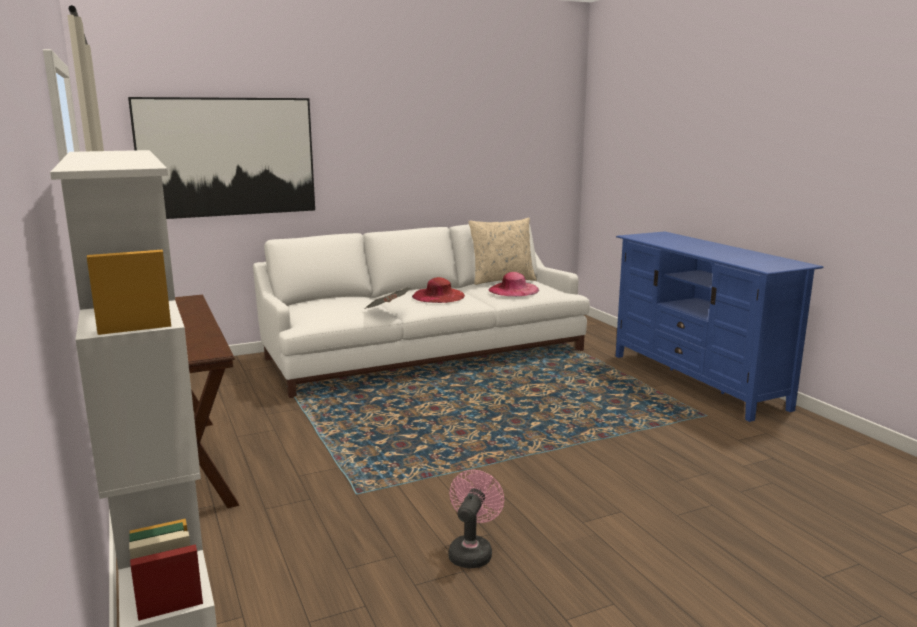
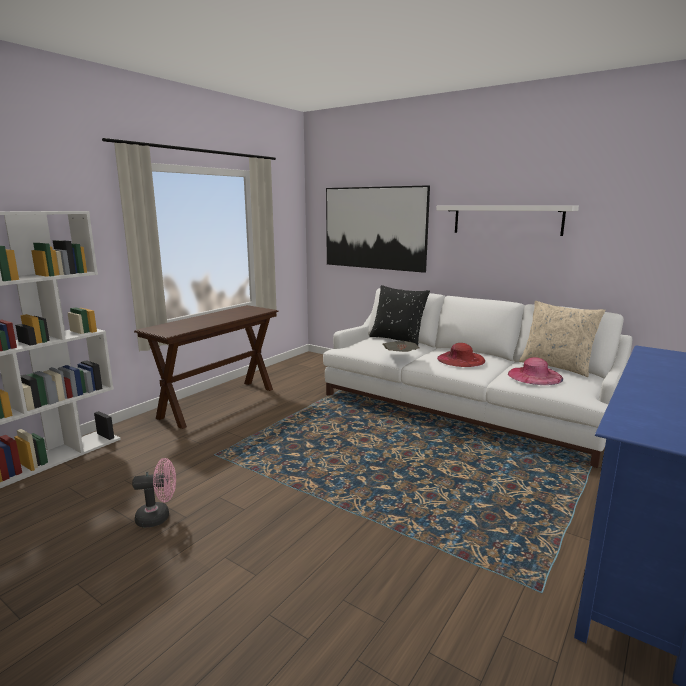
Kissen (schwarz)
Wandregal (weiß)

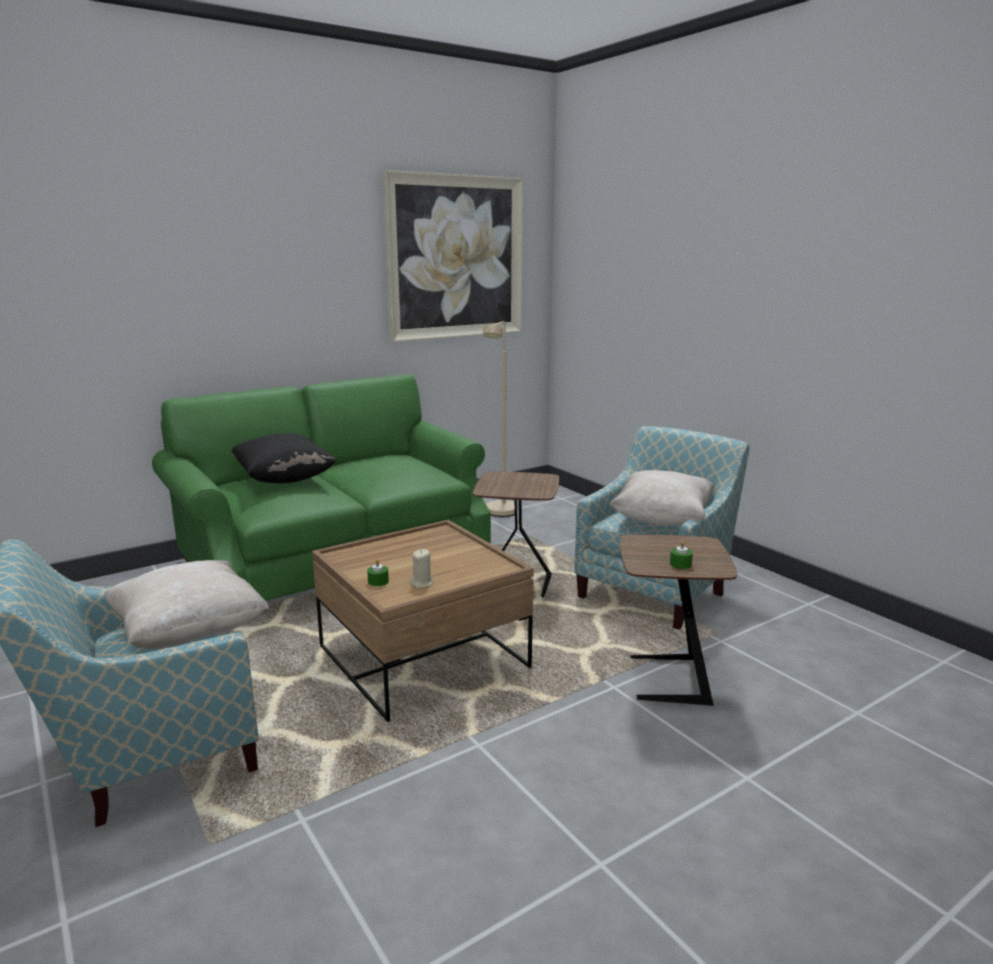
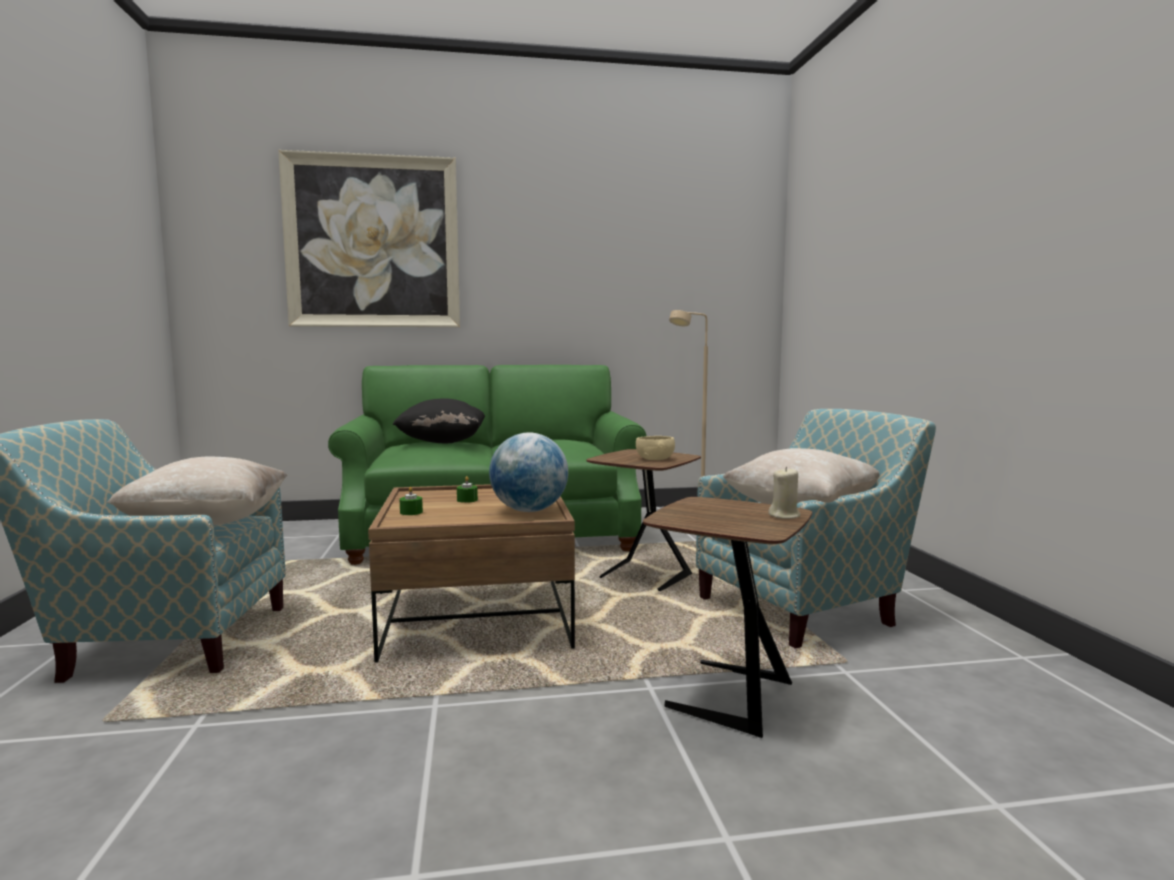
Bild
Kerze (grün) (no. 2 from left)
Globus
Schüssel (beige)
Kerze (beige)

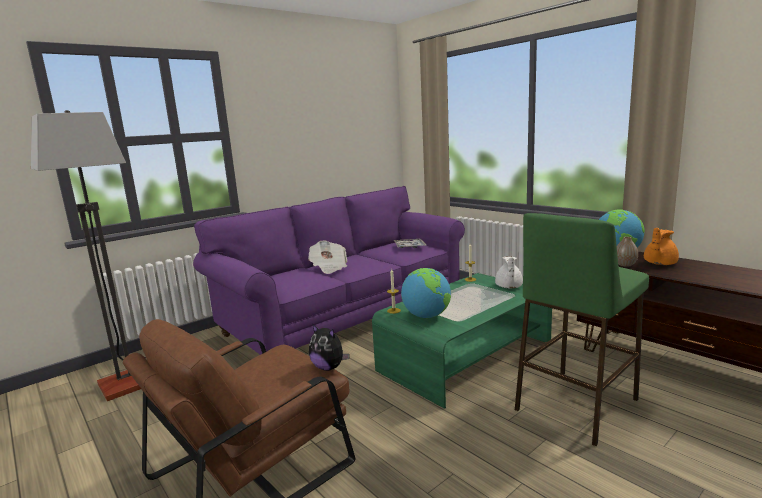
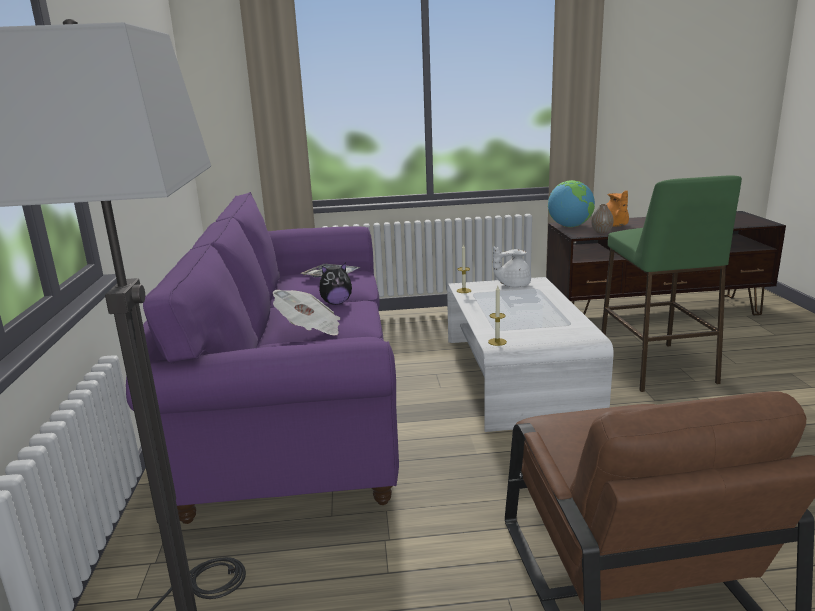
Plüschtier
Couchtisch (weiß)
Teekanne (weiß)
Globus (no. 1 from left in the first image)

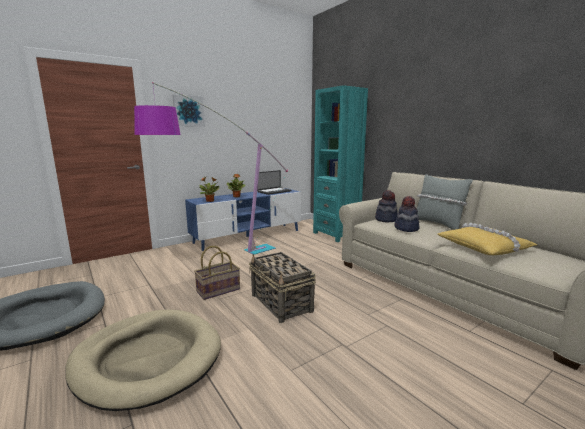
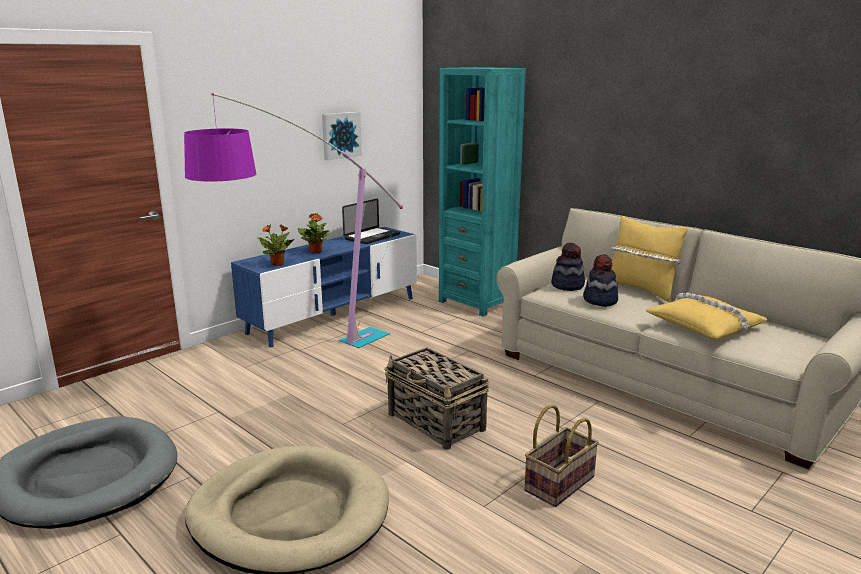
Bild
Korb (no. 2 from left)
Kissen (gelb) (no. 1 from left)

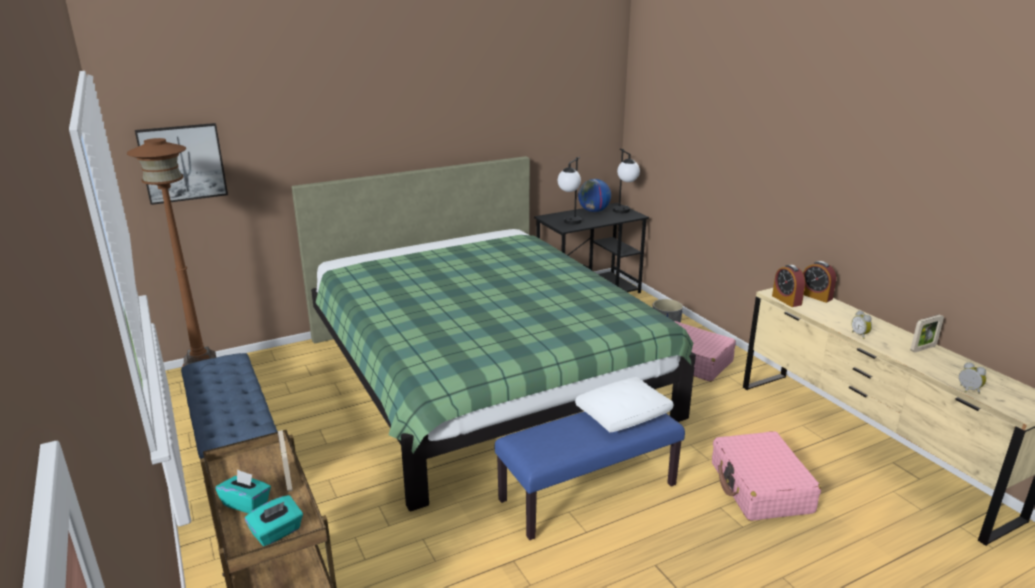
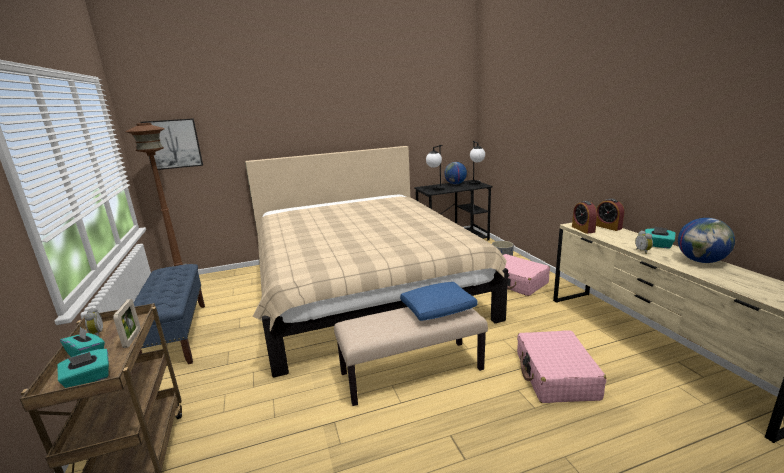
Wecker (no. 1 from left)
Bett (beige)
Bank (beige)
Kissen (blau)
Taschentuchbox (türkis) (no. 3 from left)
Globus (no. 2 from left)

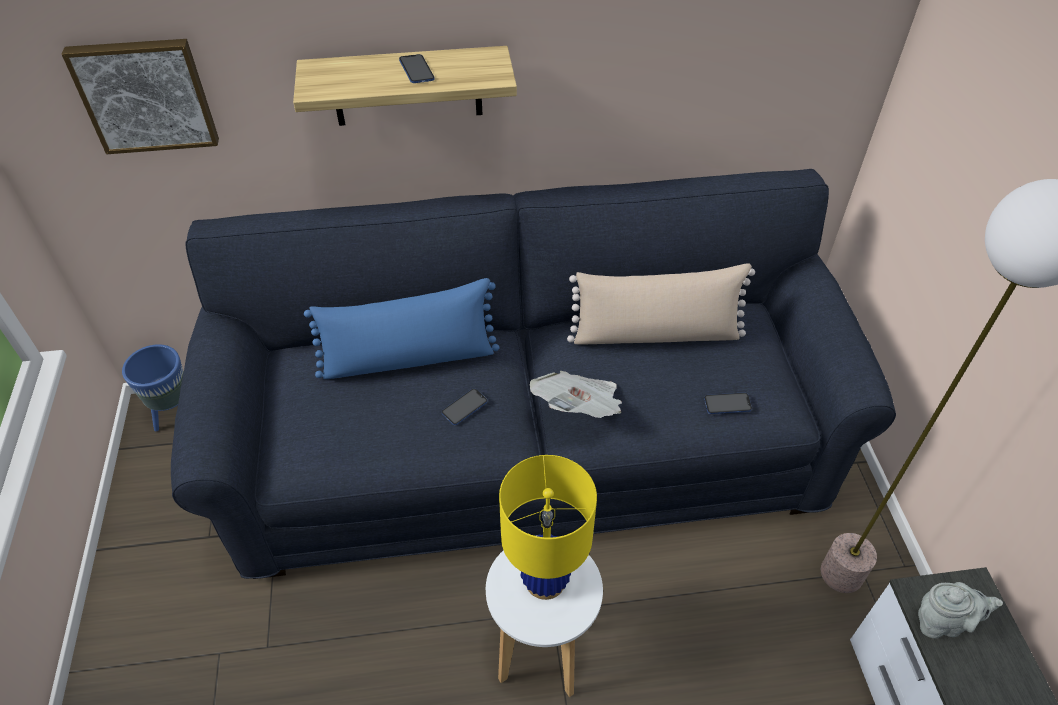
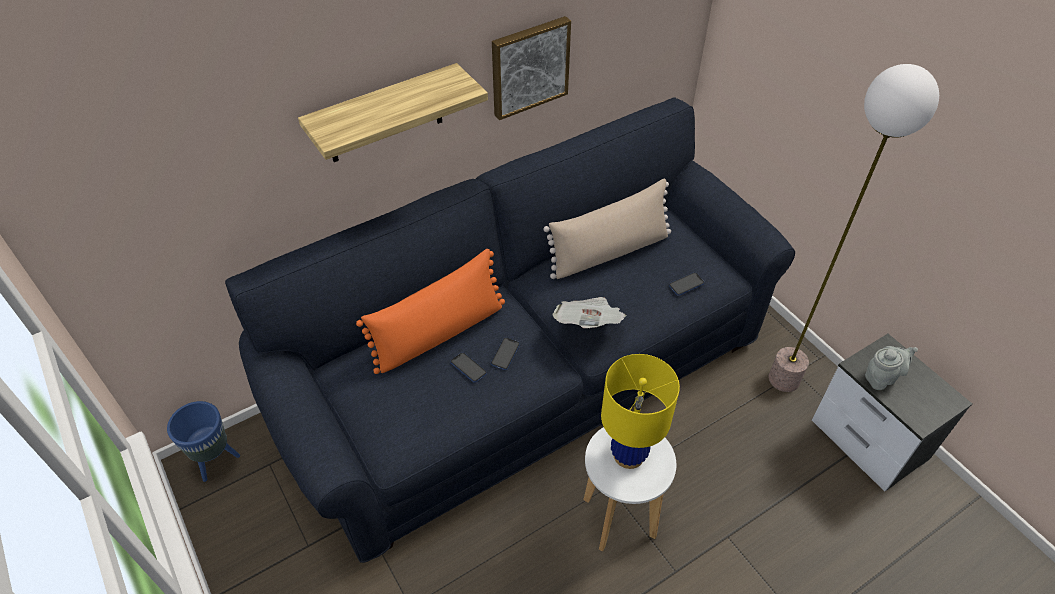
Kissen (orange)
Handy (no. 1 from left)
Bild

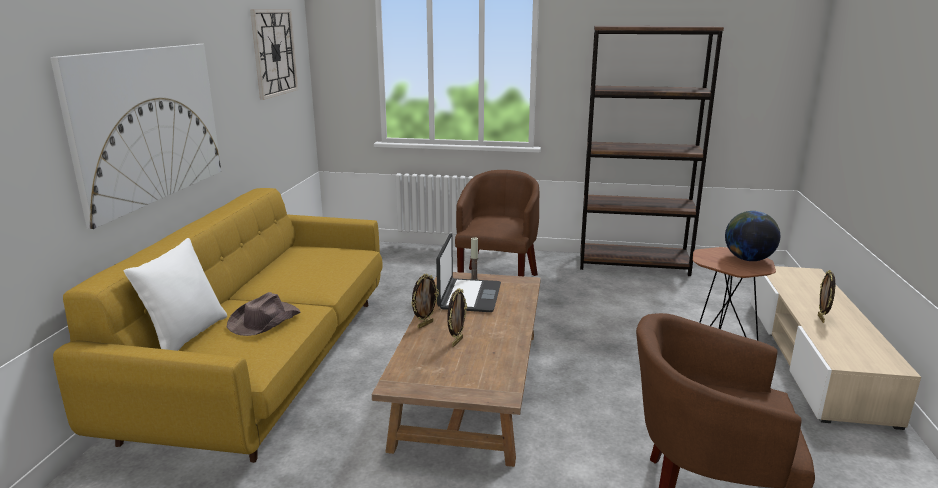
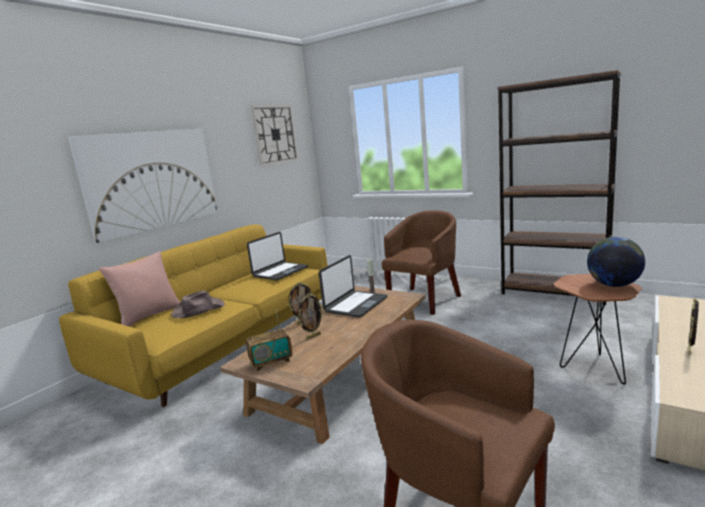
Kissen (rosa)
Radio
Laptop (no. 1 from left)

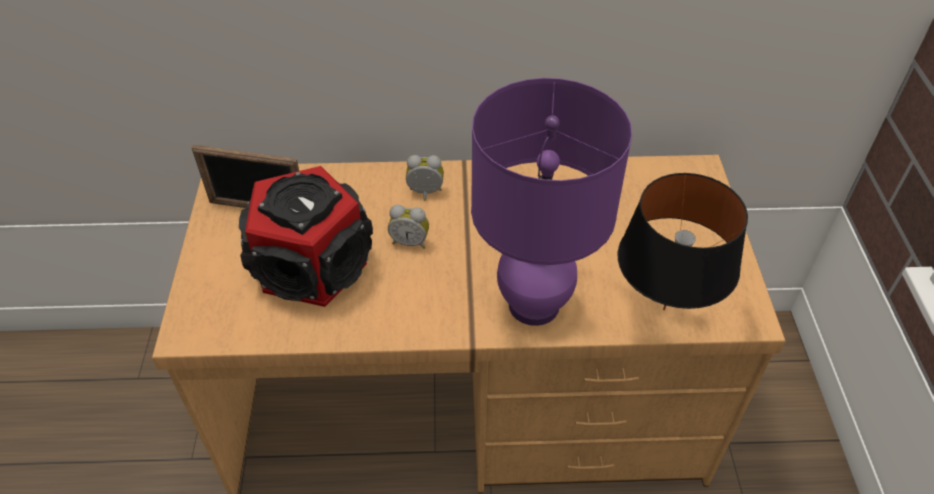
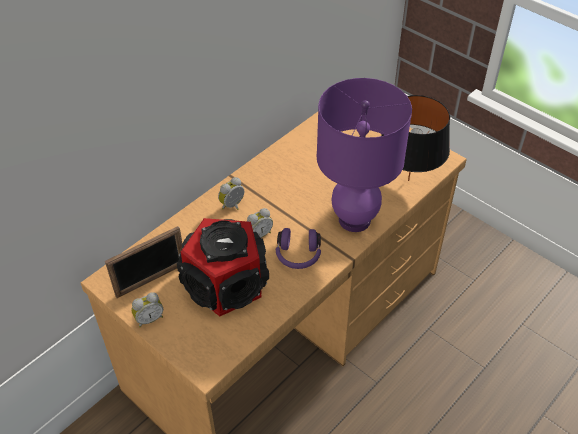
Wecker (no. 1 from left)
Kopfhörer (lila)

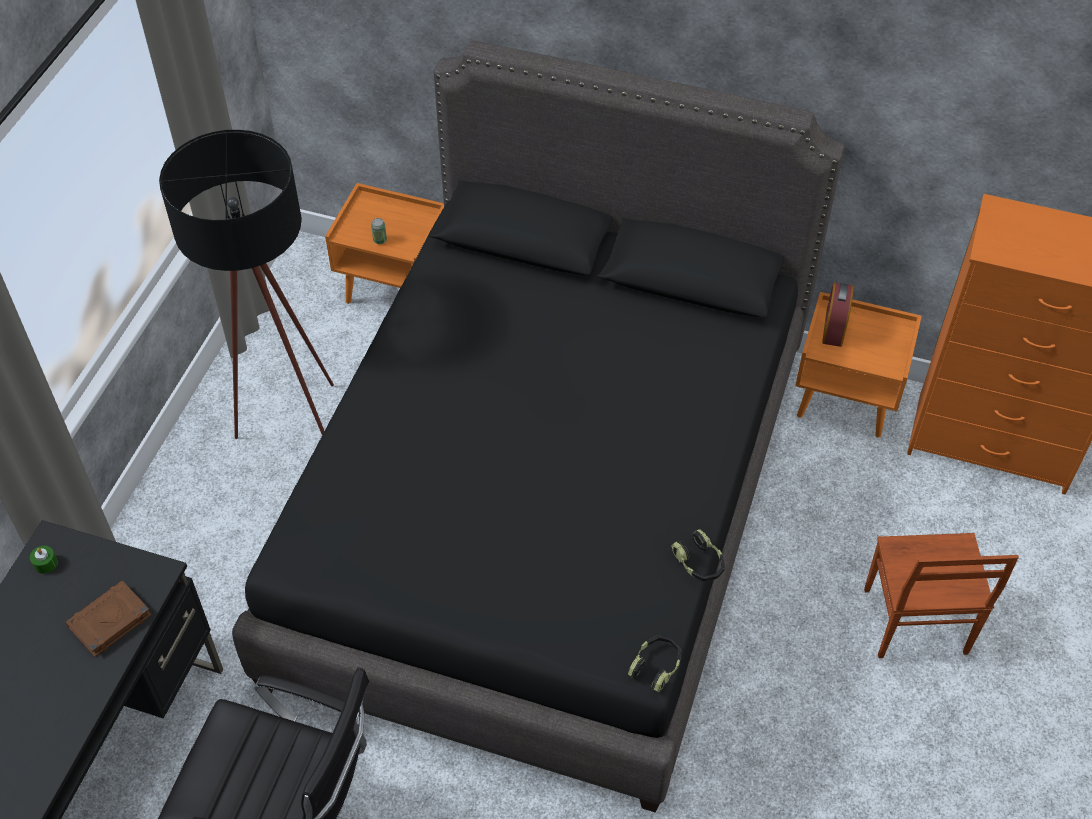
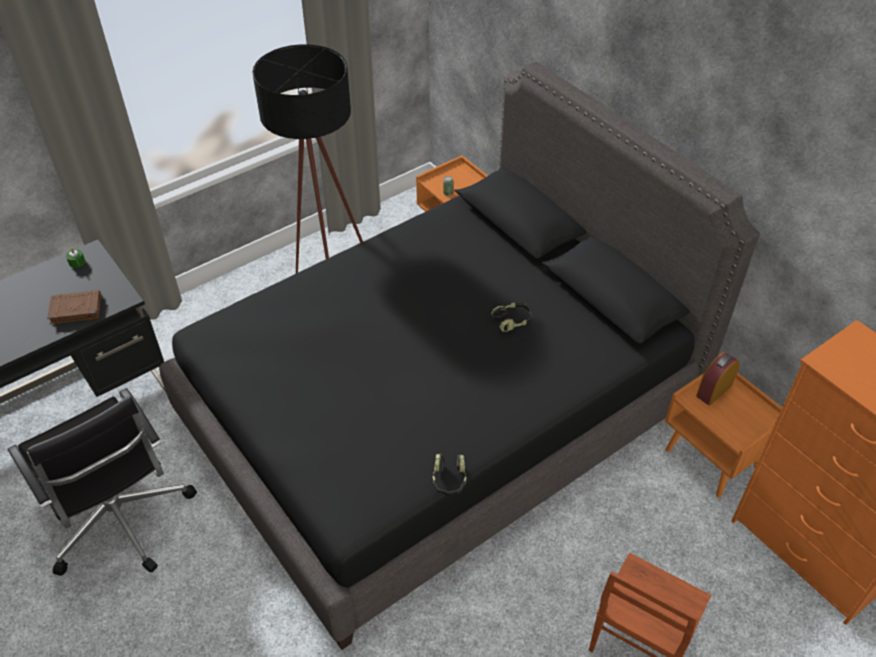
Kopfhörer (no. 2 from left)

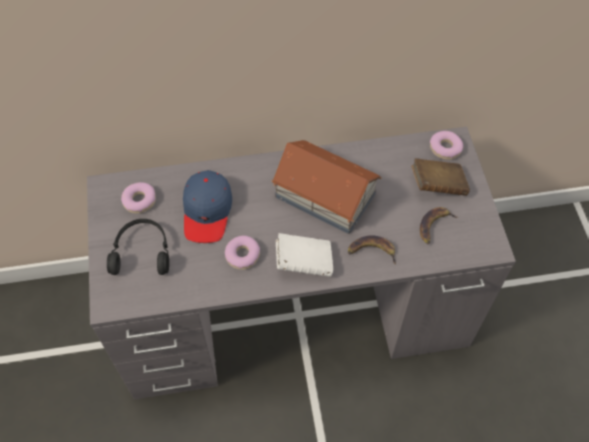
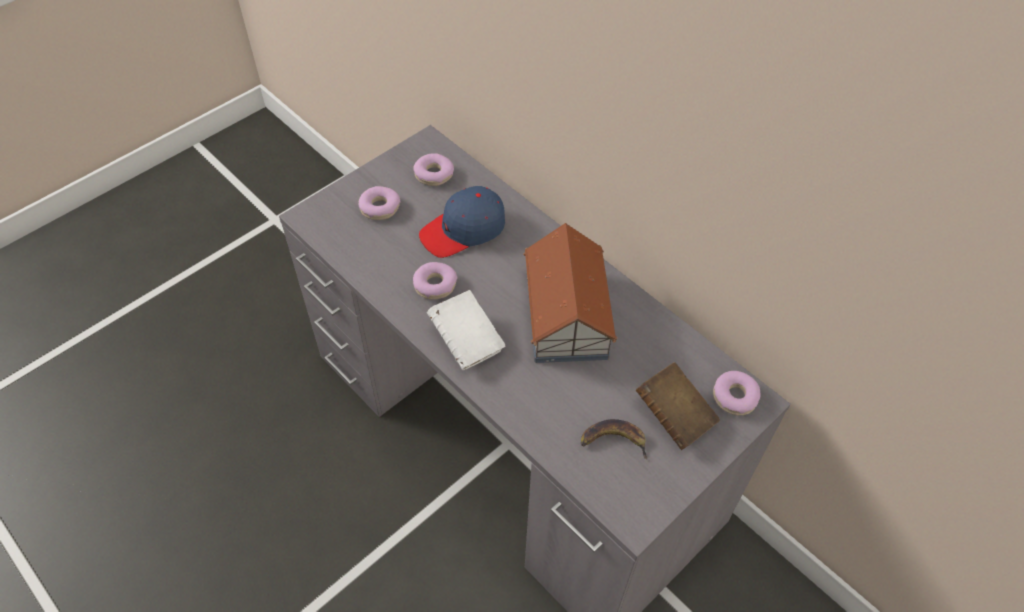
Donut (no. 1 from left)
Banane (no. 1 from left in the first image)

